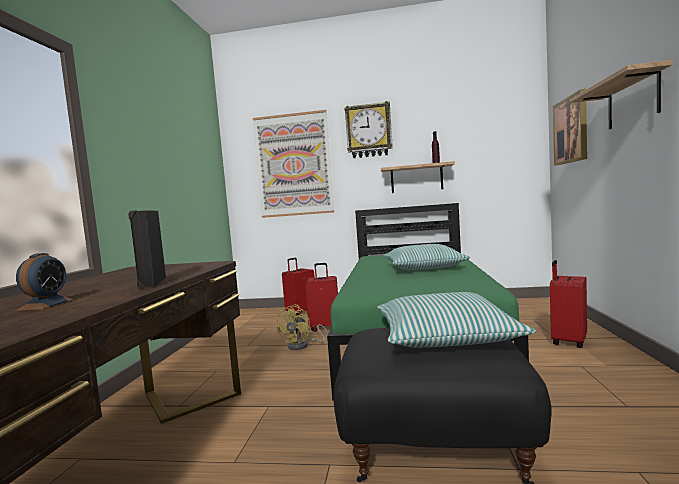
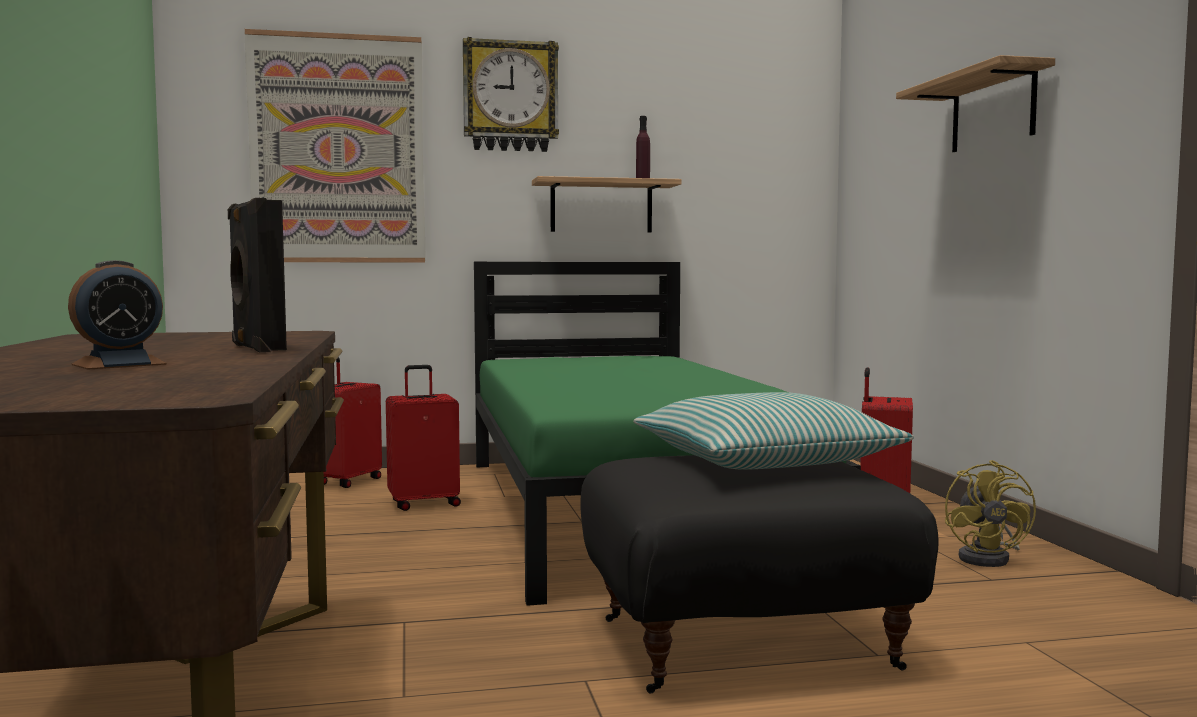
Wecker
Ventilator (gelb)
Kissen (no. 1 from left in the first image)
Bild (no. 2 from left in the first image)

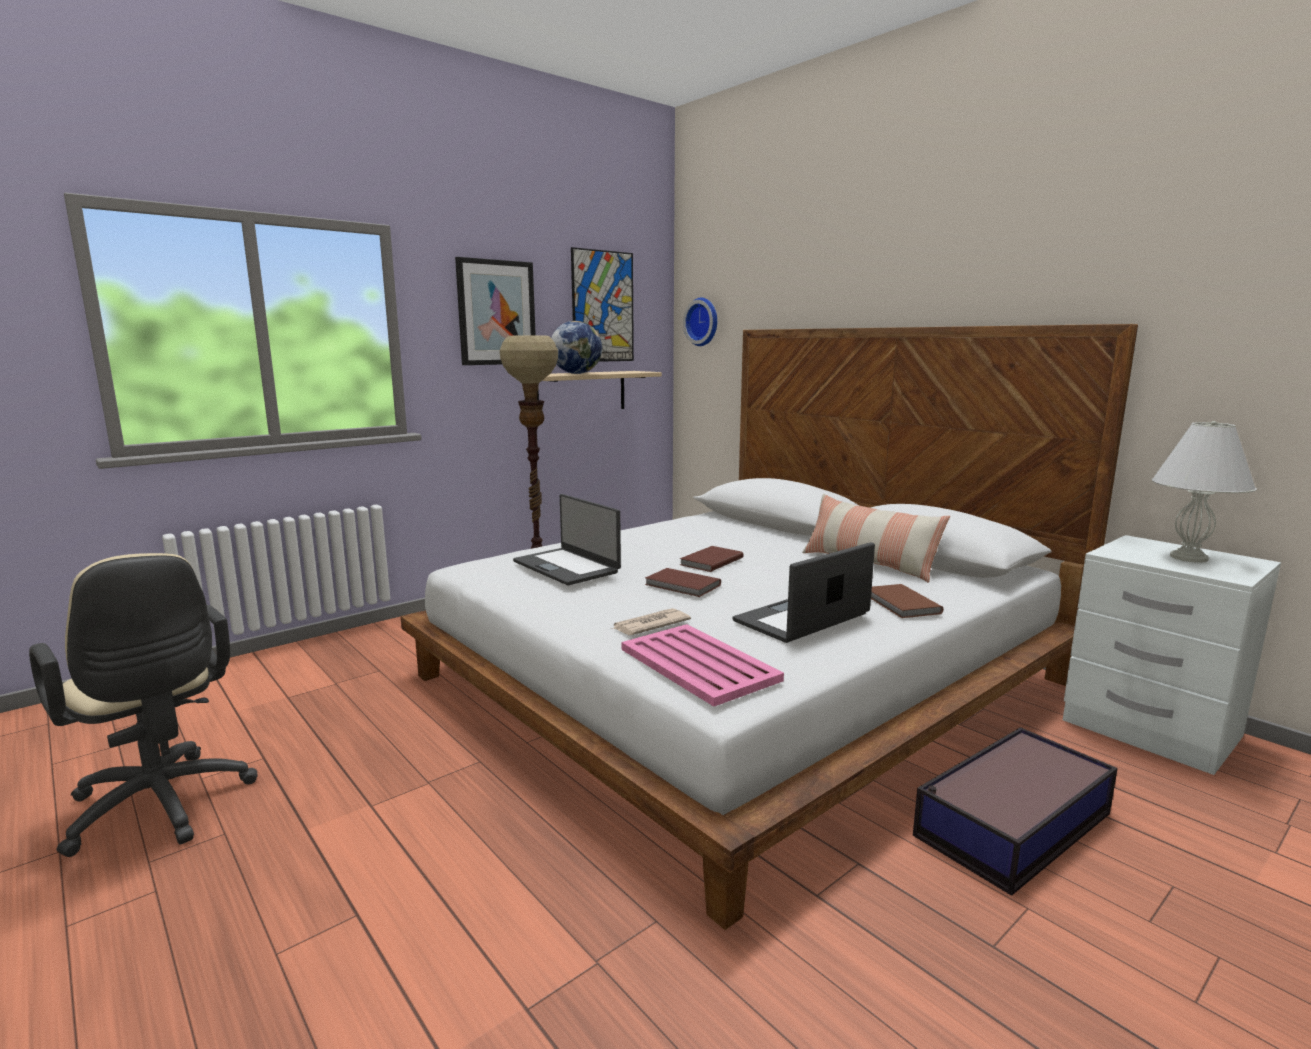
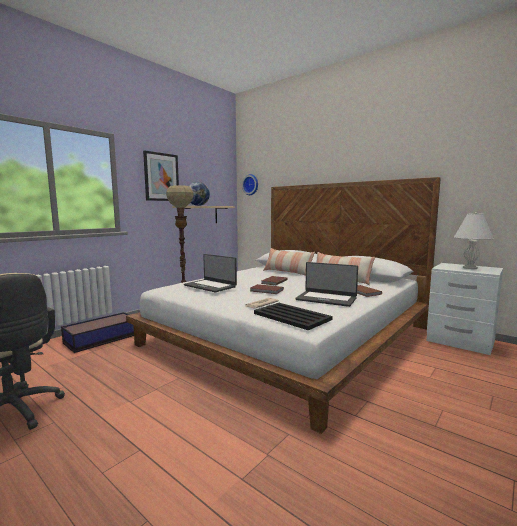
Aufbewahrungsbox
Tablett (schwarz)
Kissen (no. 1 from left)
Laptop (no. 2 from left)
Bild (no. 2 from left in the first image)

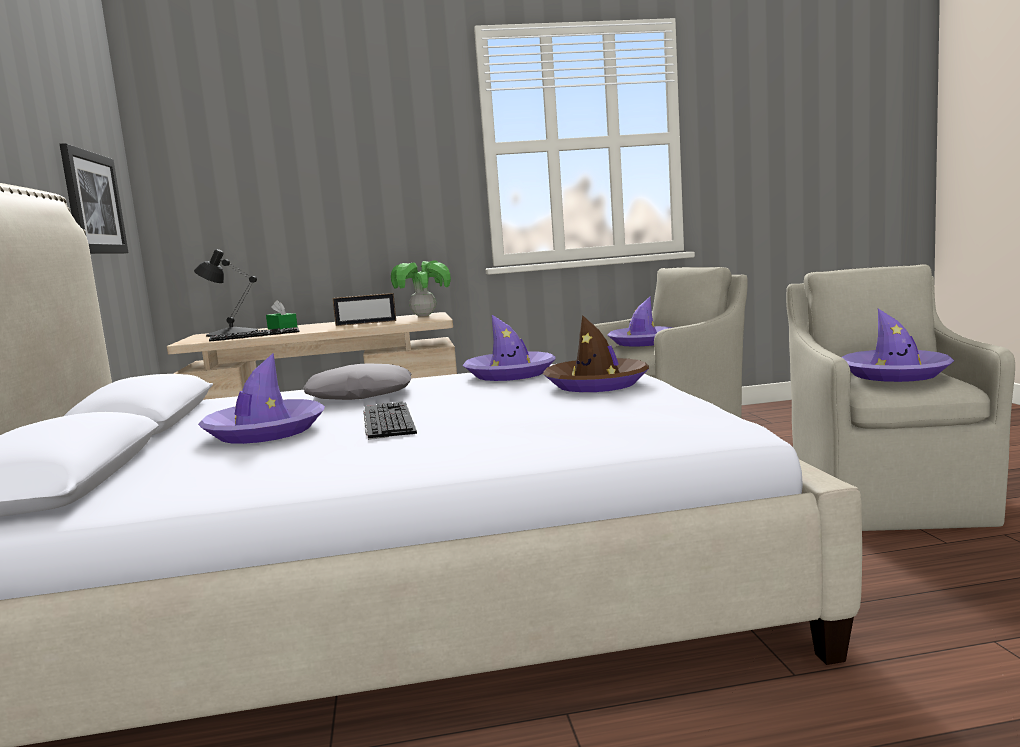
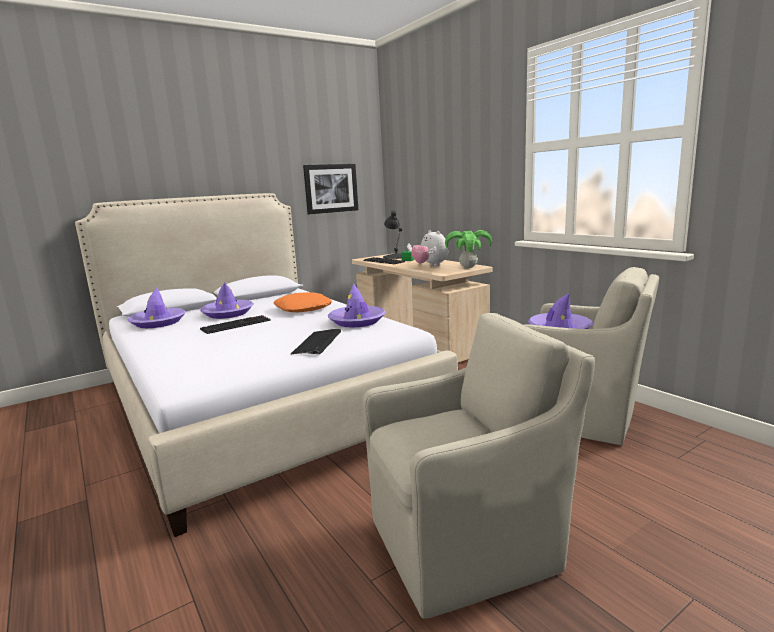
Hut (lila) (no. 1 from left)
Kissen (orange)
Tastatur (no. 2 from left)
Plüschtier

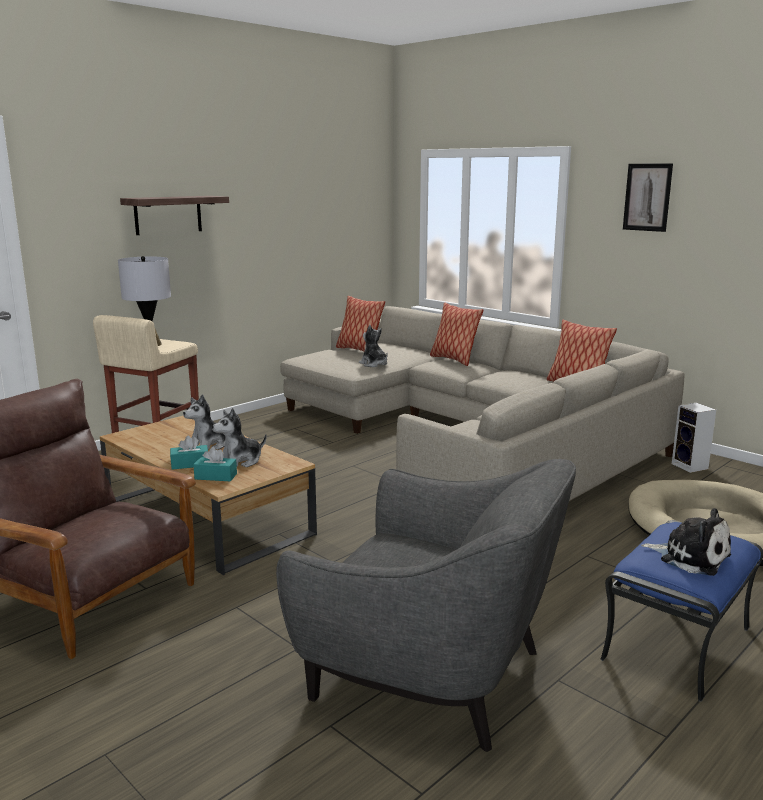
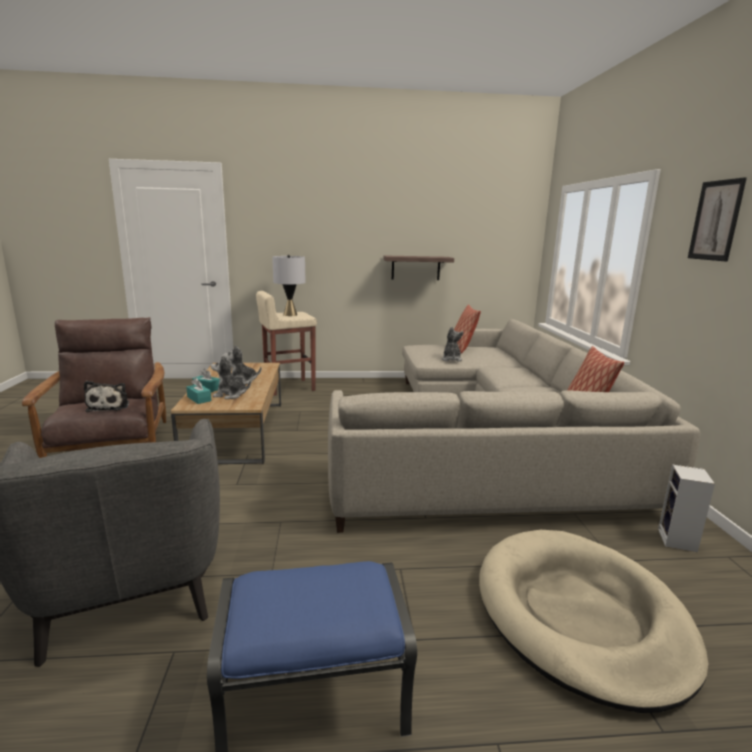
Plüschtier (no. 1 from left)
Wandregal
Kissen (no. 2 from left in the first image)

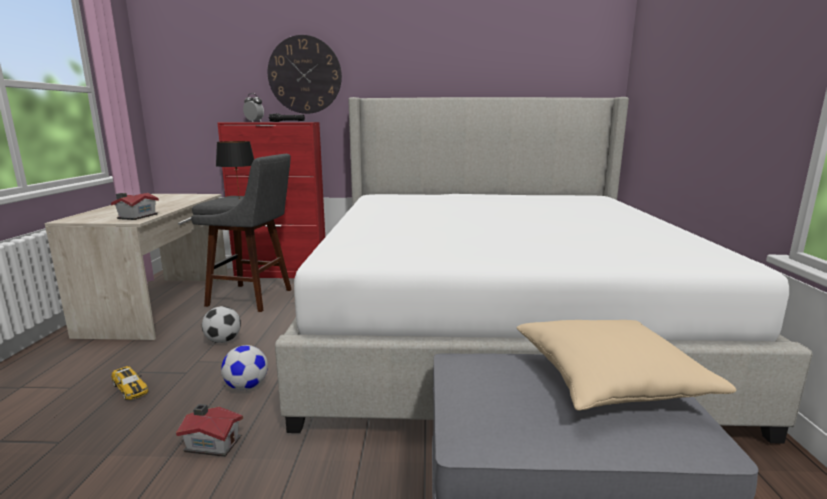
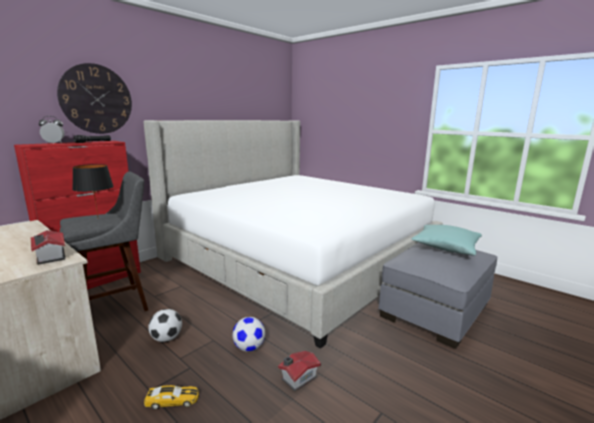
Kissen (türkis)

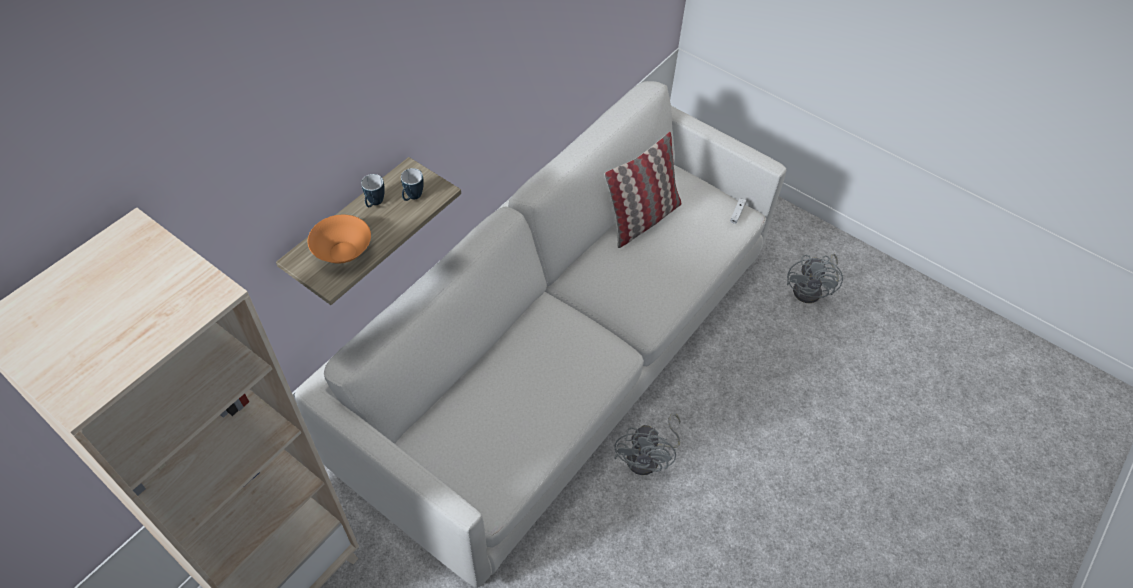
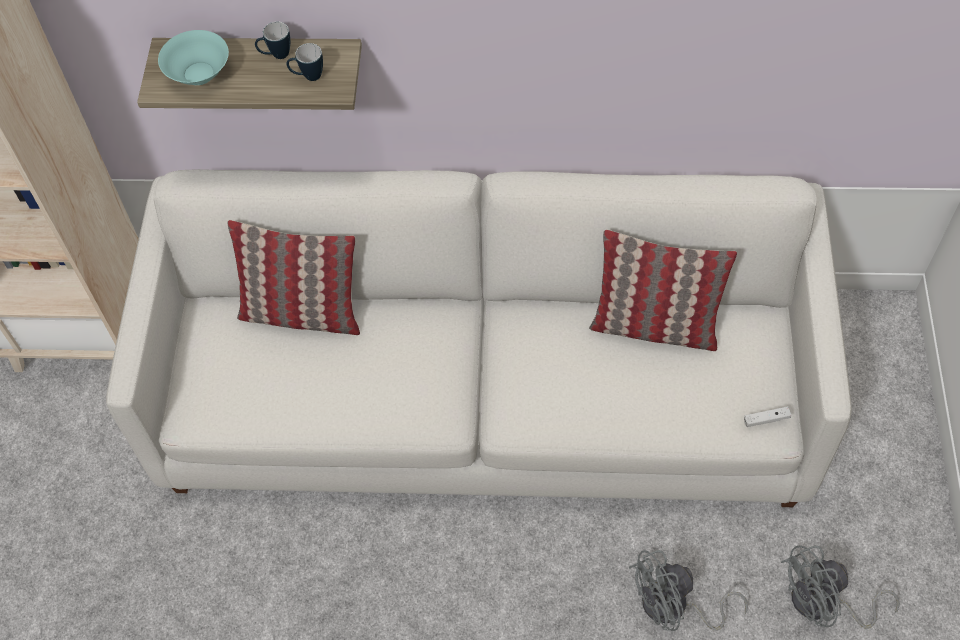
Schüssel (türkis)
Kissen (no. 1 from left)
Ventilator (grau) (no. 1 from left)

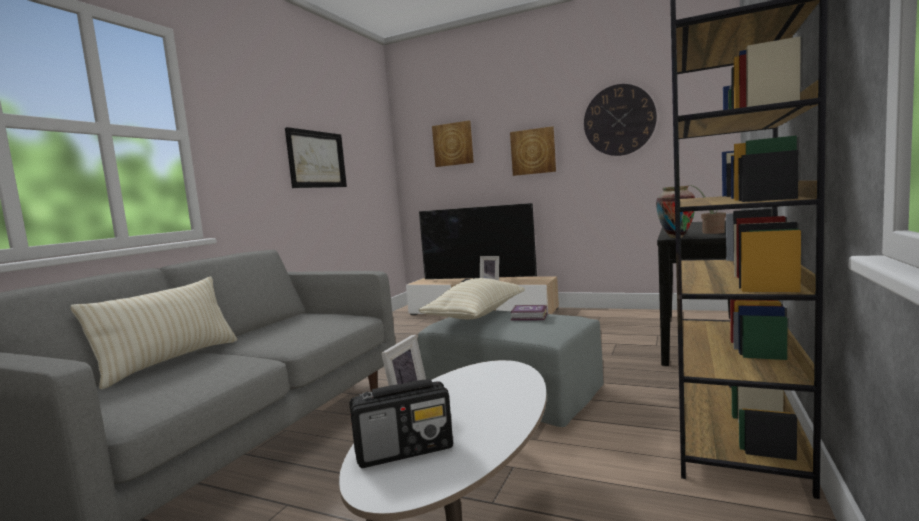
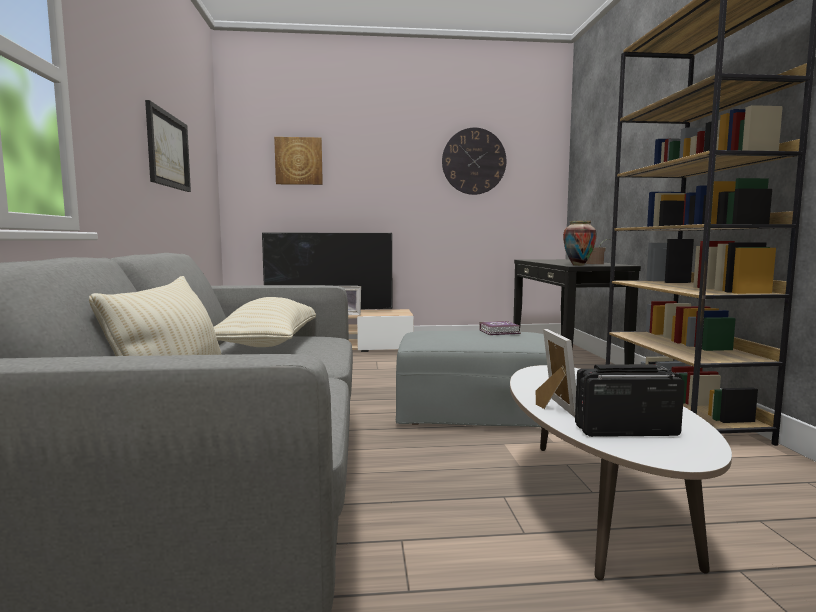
Kissen (beige) (no. 2 from left)
Radio
Bild (no. 3 from left in the first image)

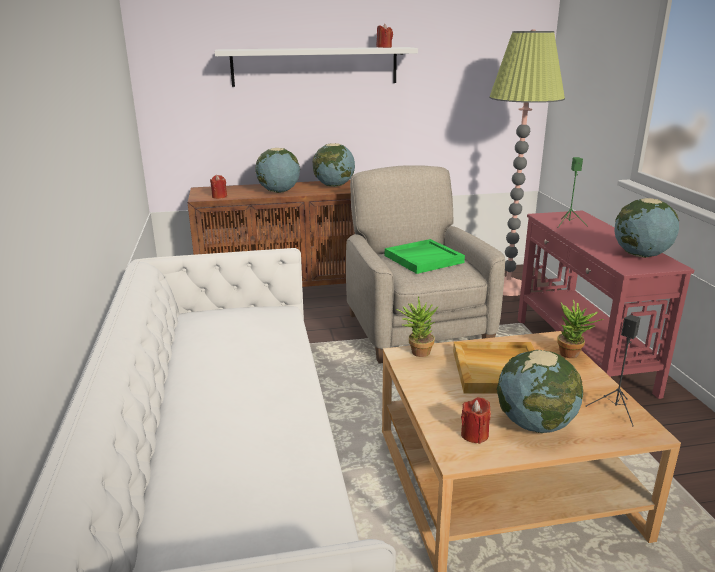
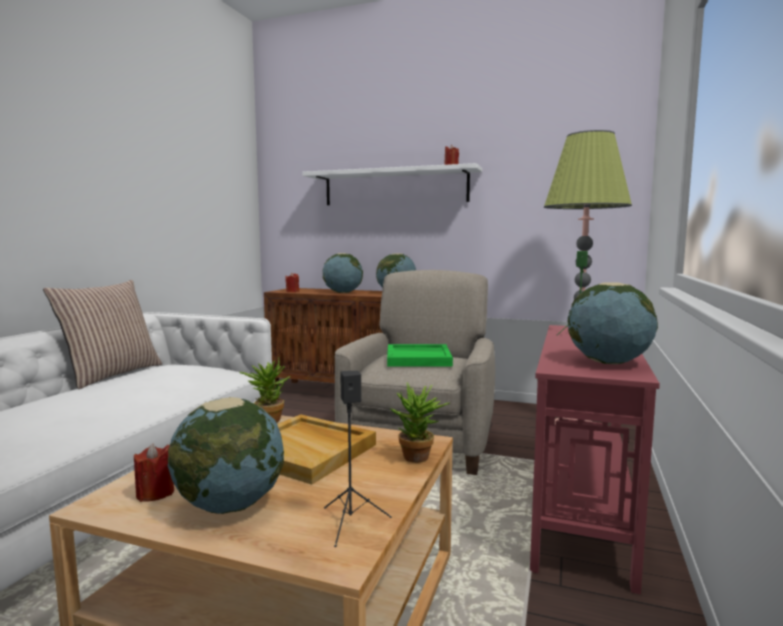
Kissen

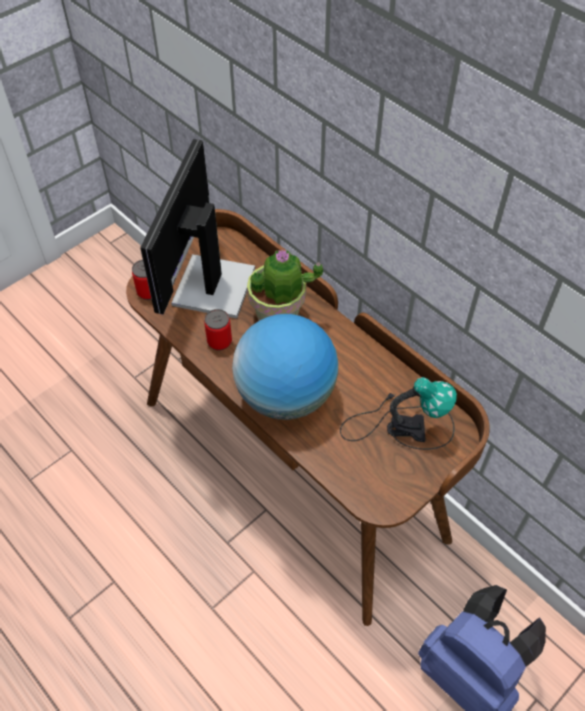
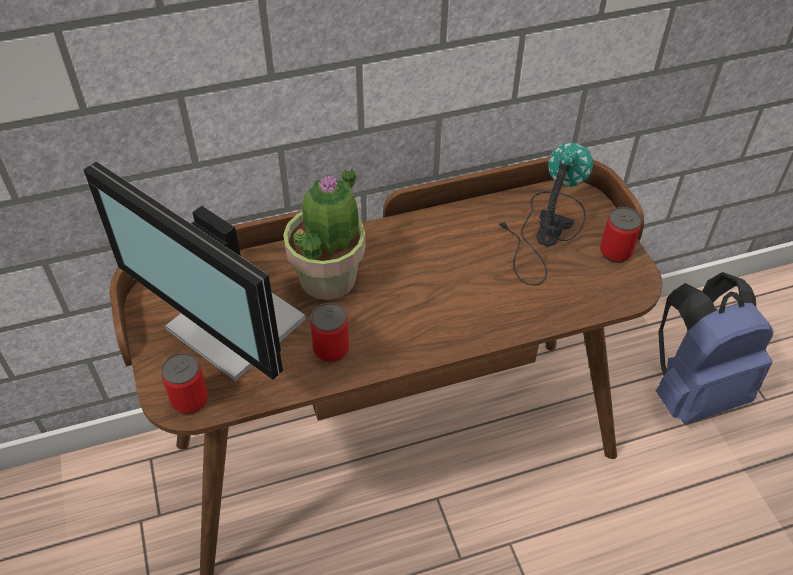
Dose (no. 3 from left)
Globus

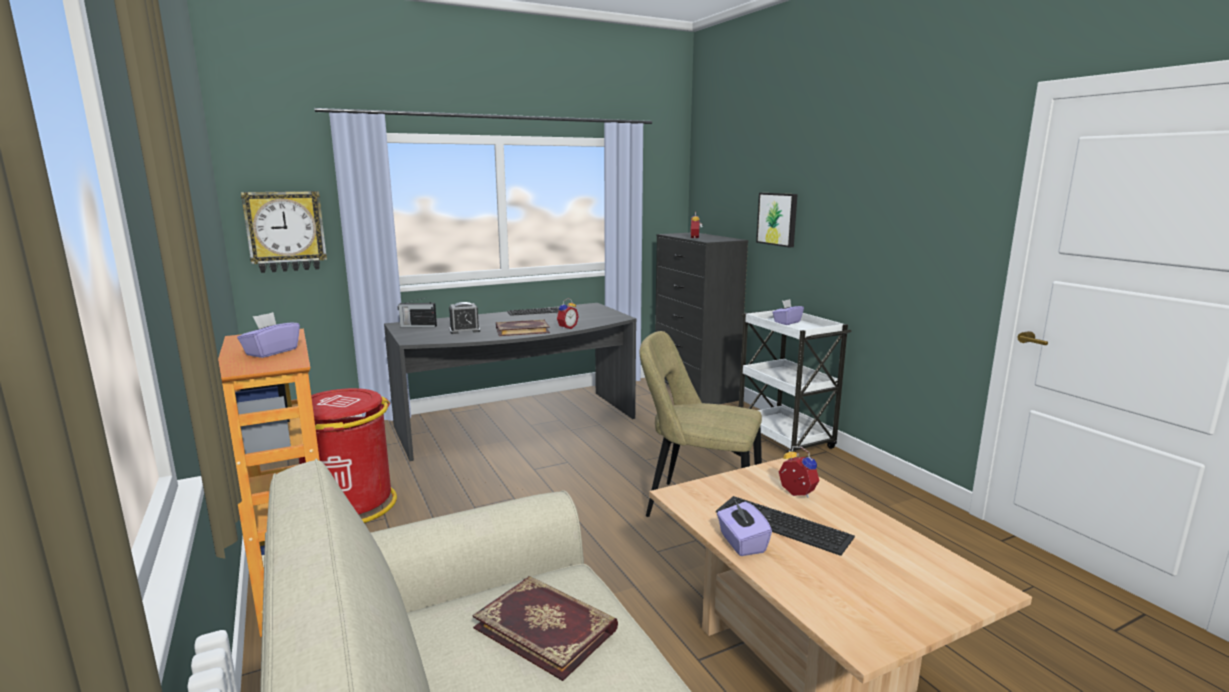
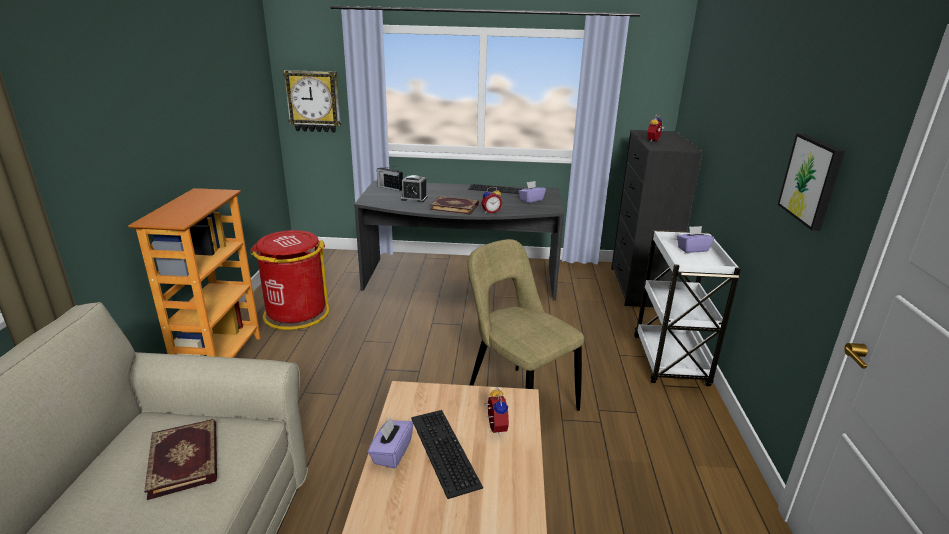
Taschentuchbox (lila) (no. 2 from left)
Bild

